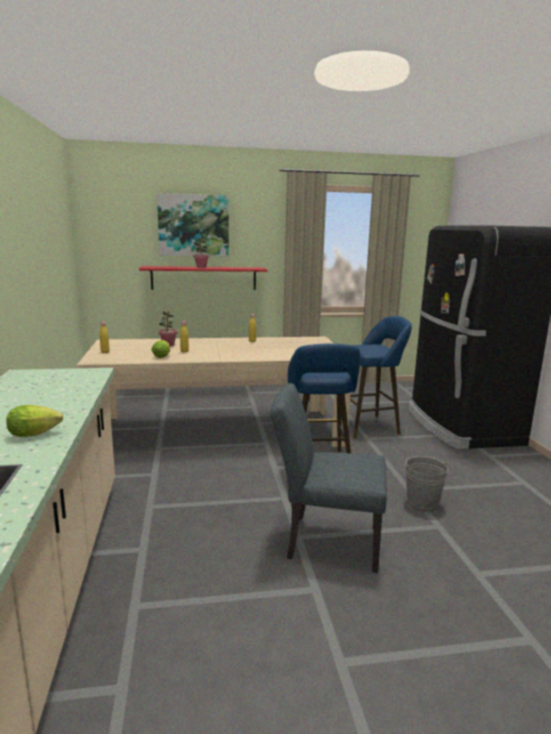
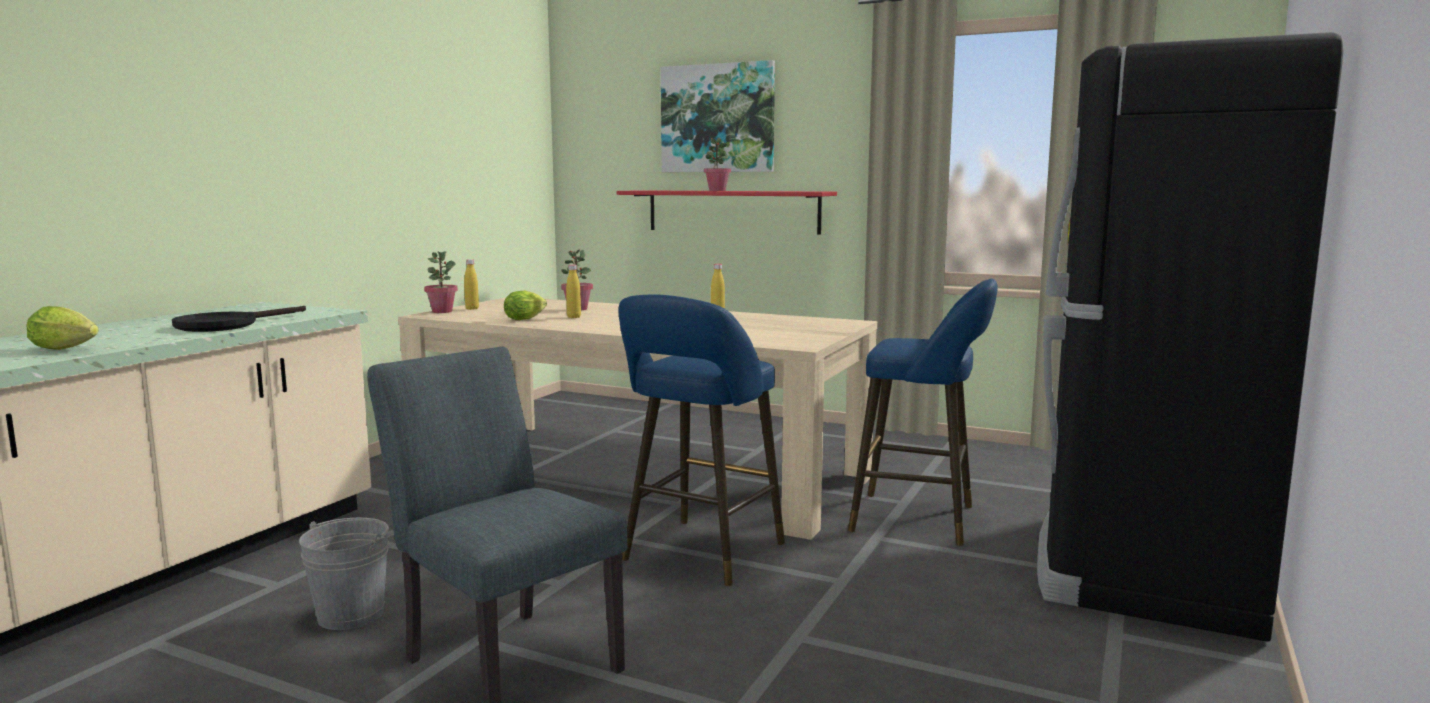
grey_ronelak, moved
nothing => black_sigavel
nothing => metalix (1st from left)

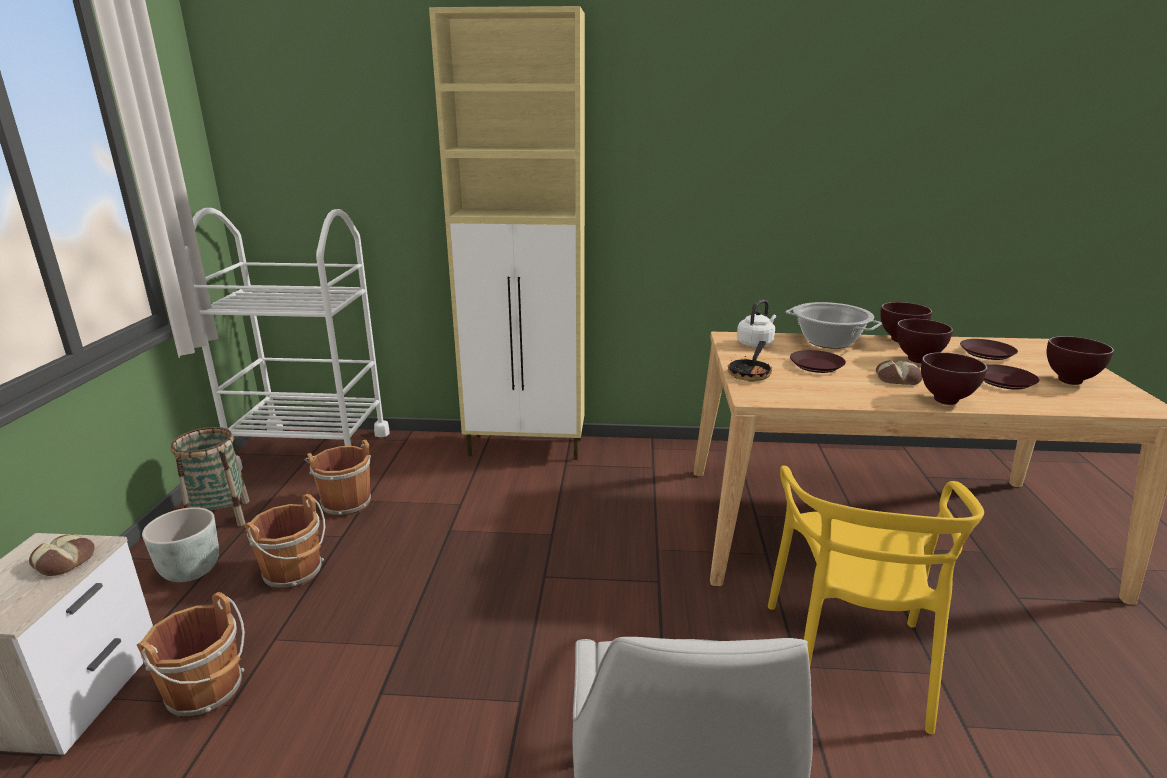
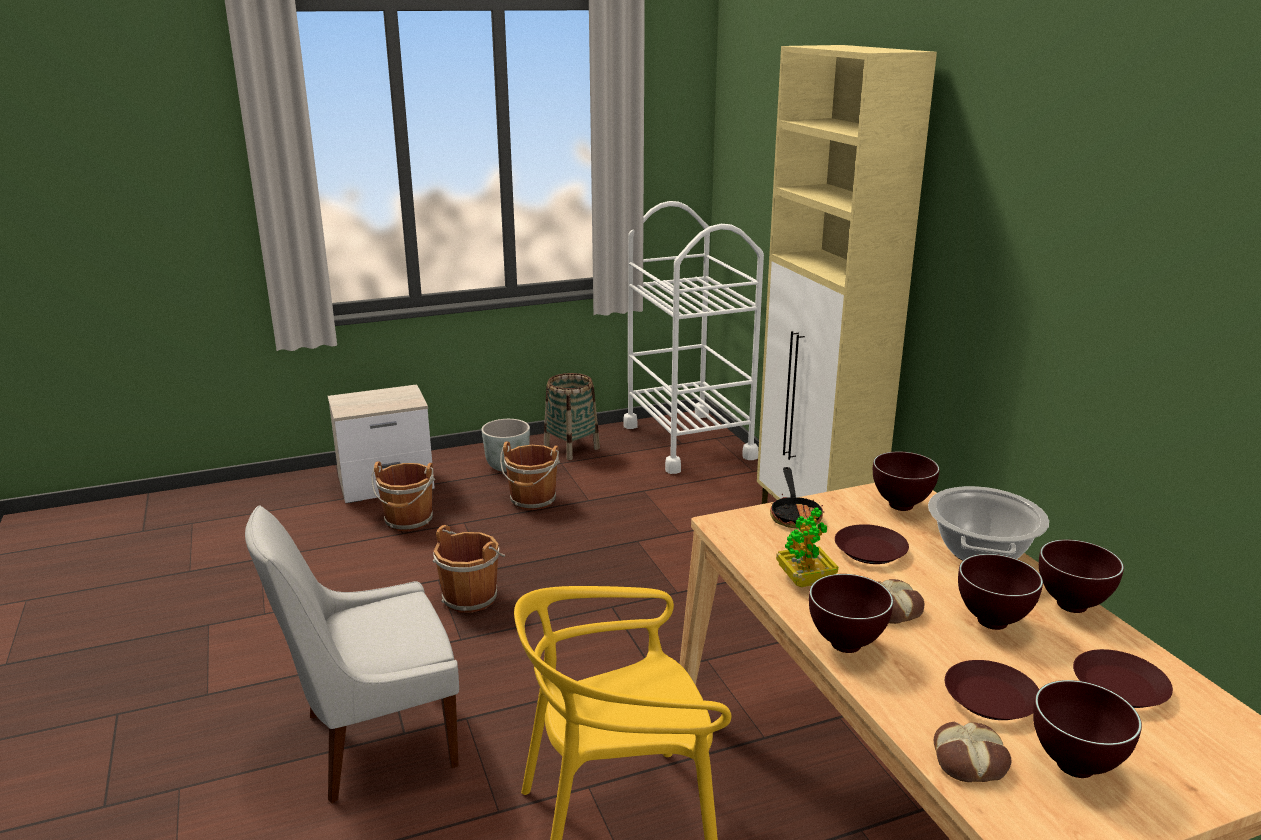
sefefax (1st from left in the first image) => sefefax (2nd from left), moved
brown_ronelak (3rd from left in the first image) => brown_ronelak (2nd from left), moved
sigavel, 90 degrees counterclockwise
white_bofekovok => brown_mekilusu (2nd from left)
nothing => metalix

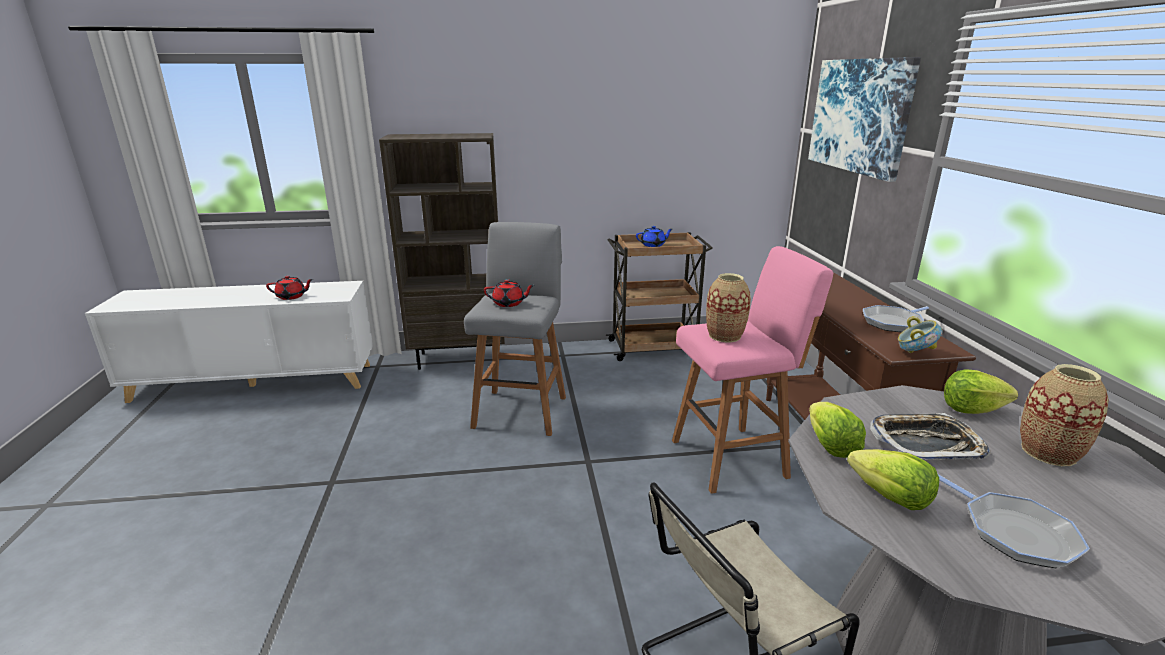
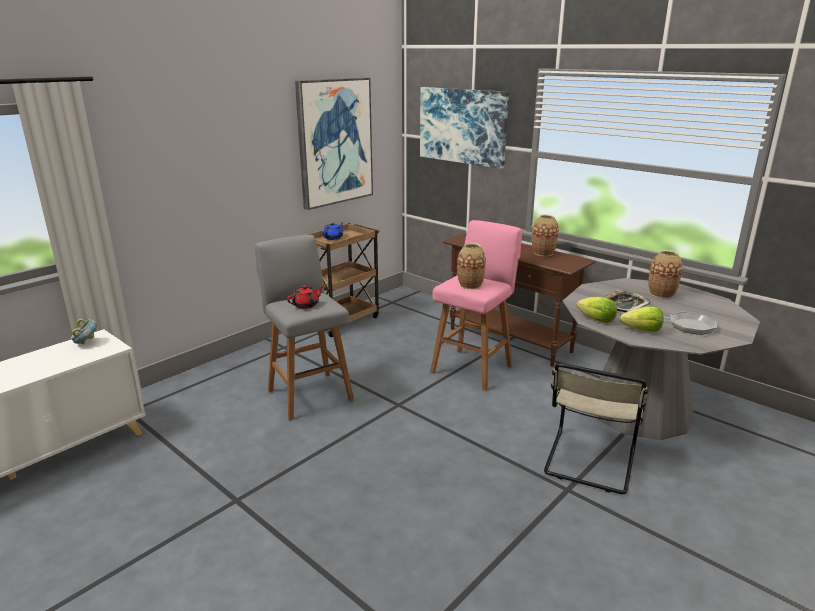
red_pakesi (1st from left) => nothing
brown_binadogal => nothing
sigavel (1st from left) => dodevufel (2nd from left)
mekilusu, moved
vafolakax (3rd from left) => nothing
nothing => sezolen (1st from left)

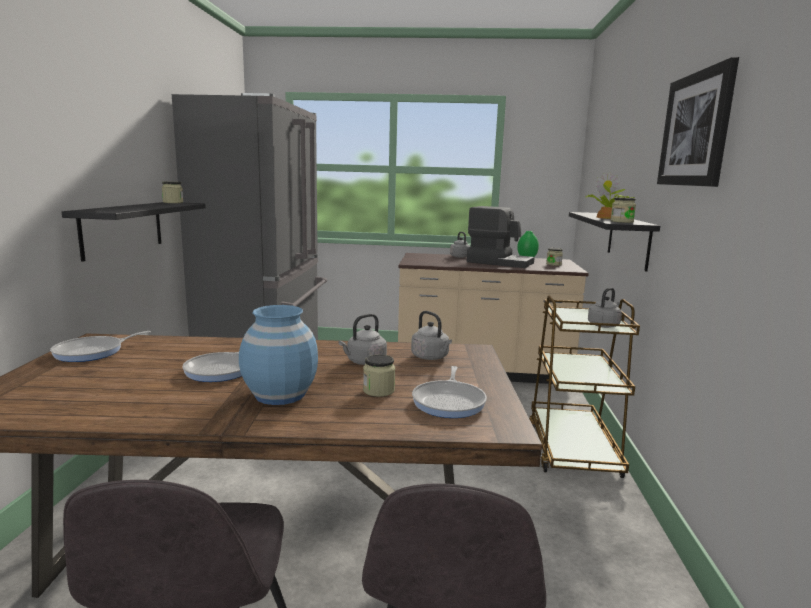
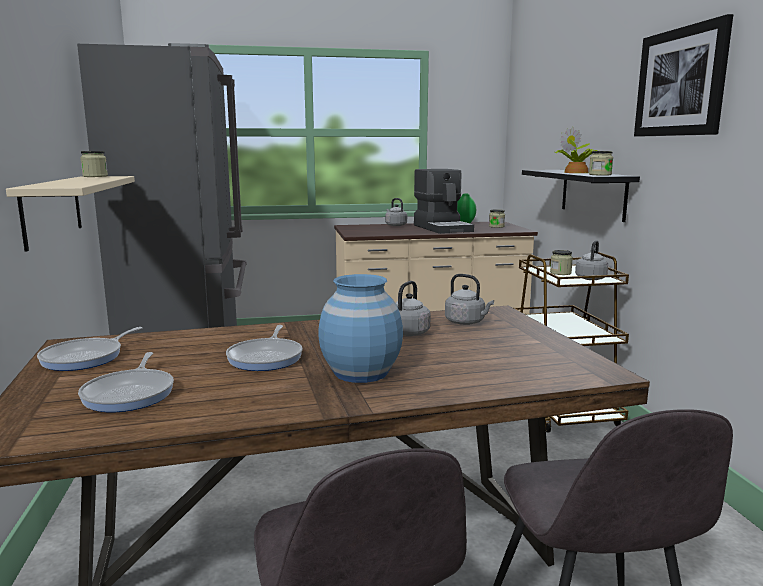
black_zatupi (1st from left) => beige_zatupi
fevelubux (2nd from left in the first image) => fevelubux (3rd from left), moved
sigavel (3rd from left in the first image) => sigavel (2nd from left), moved
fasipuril, 60 degrees clockwise

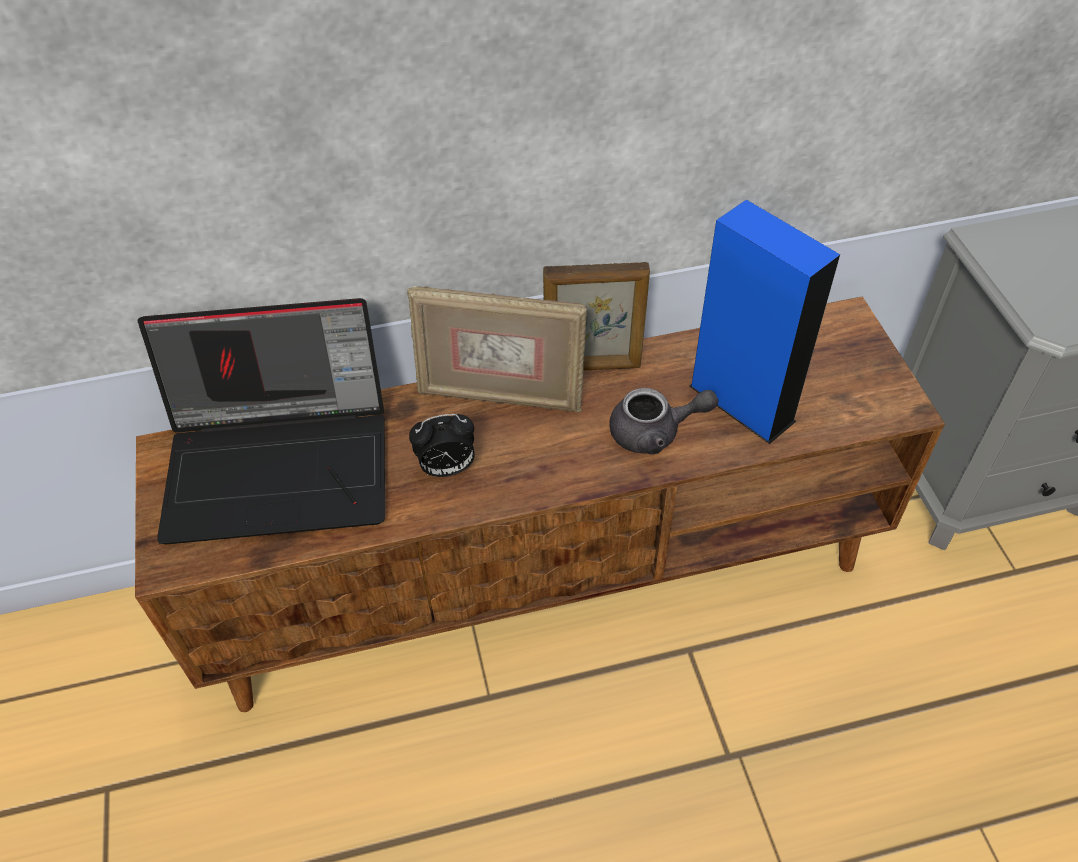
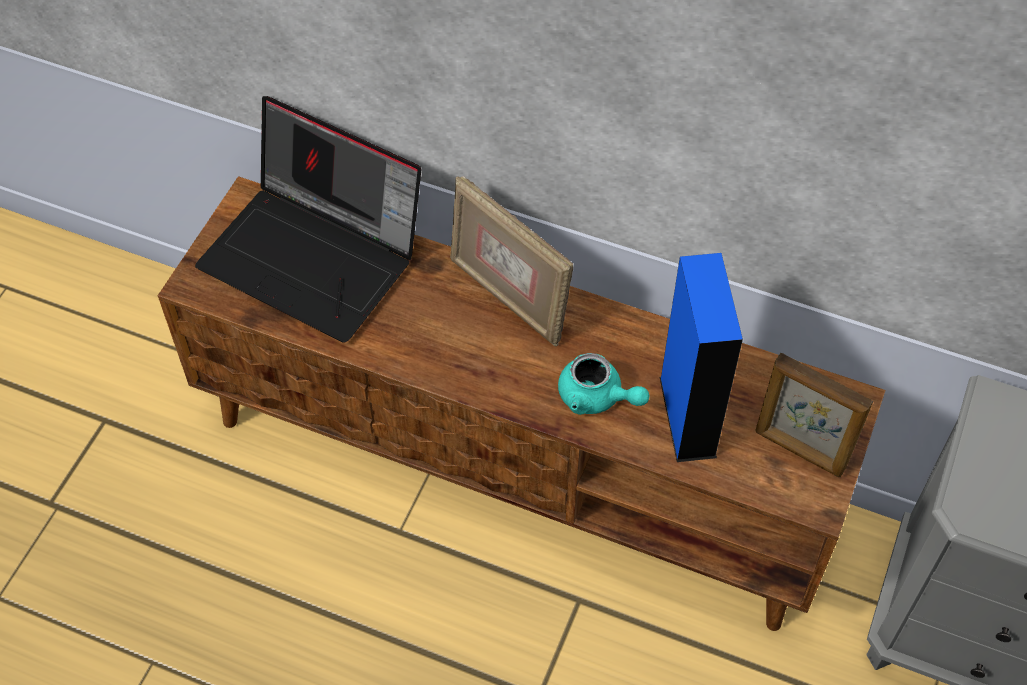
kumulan => nothing
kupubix (2nd from left), moved
grey_pakesi => turquoise_pakesi

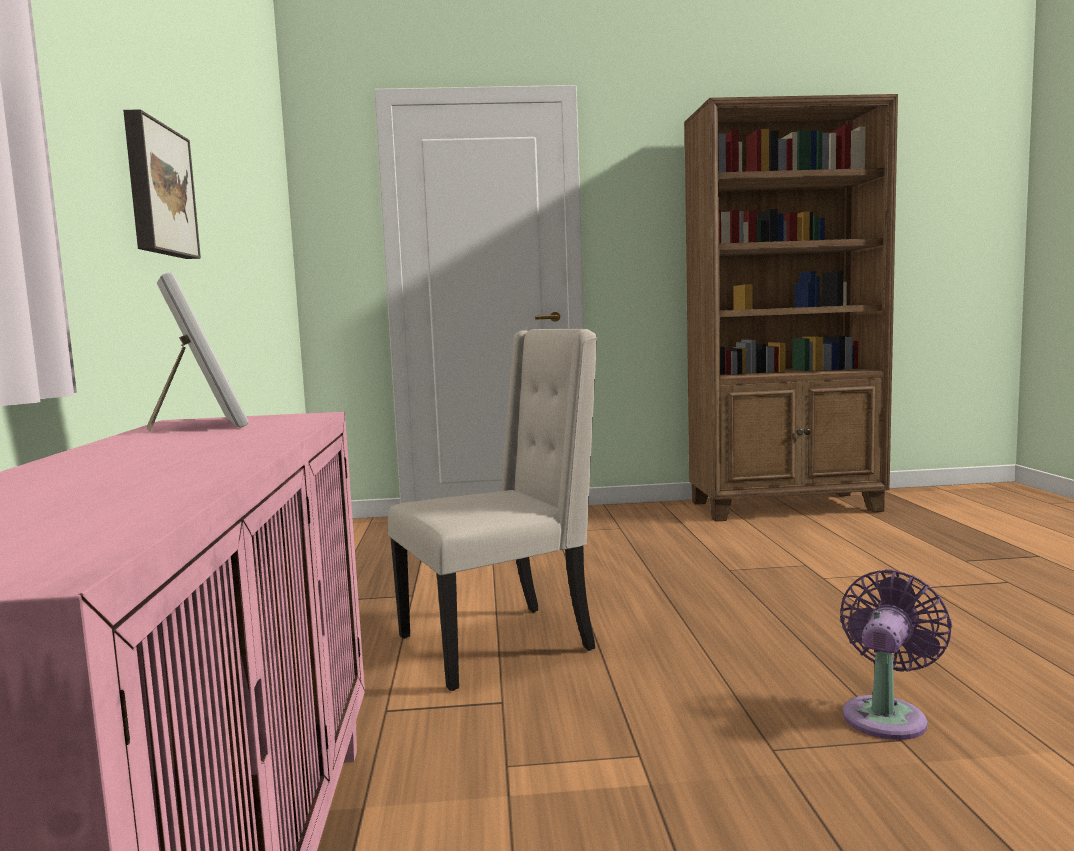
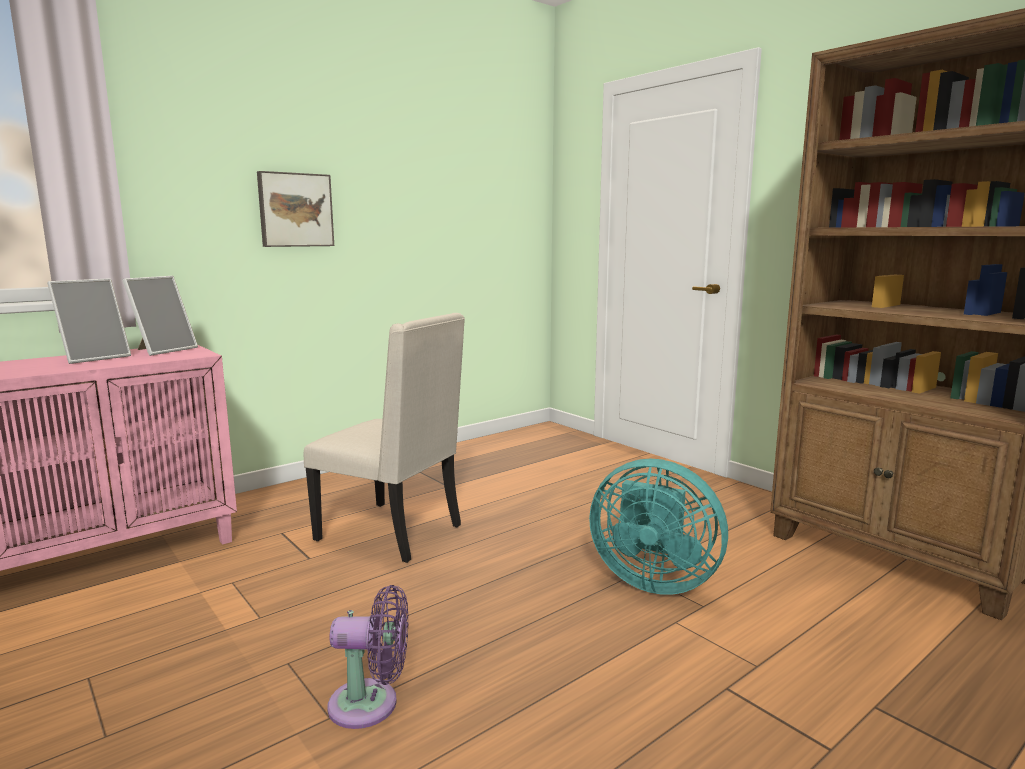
nothing => kupubix (1st from left)
nothing => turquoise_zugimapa

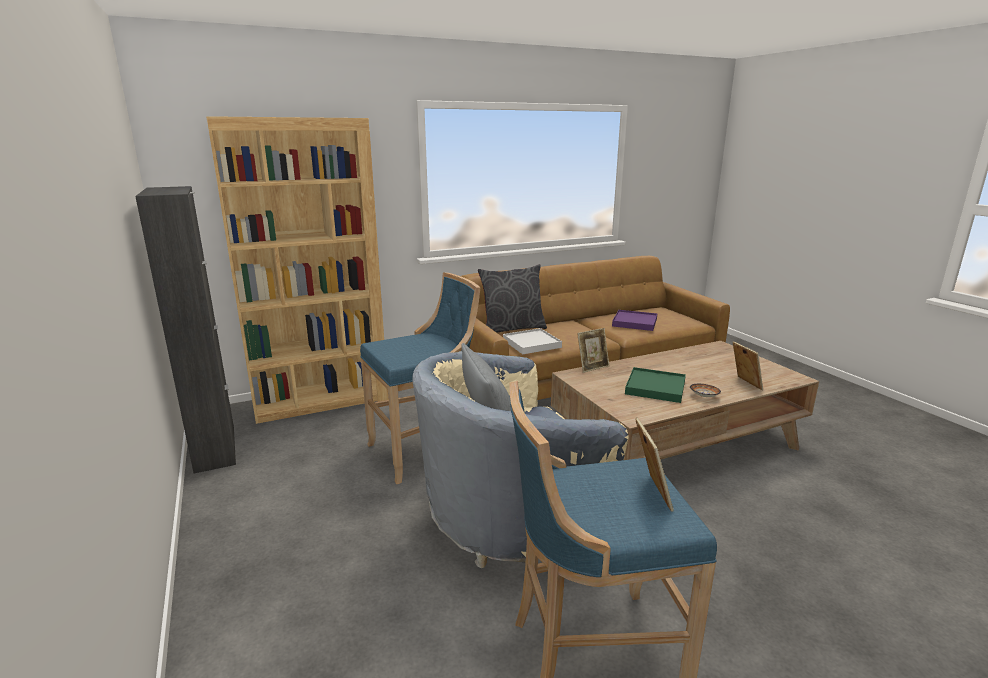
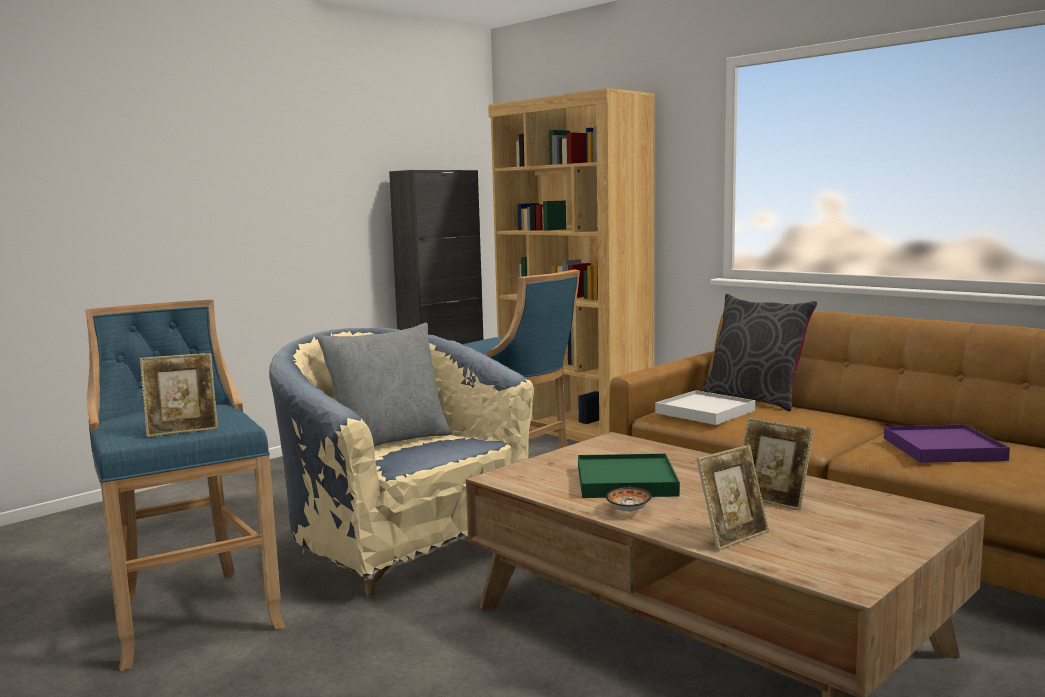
kupubix (1st from left in the first image) => kupubix (3rd from left), moved

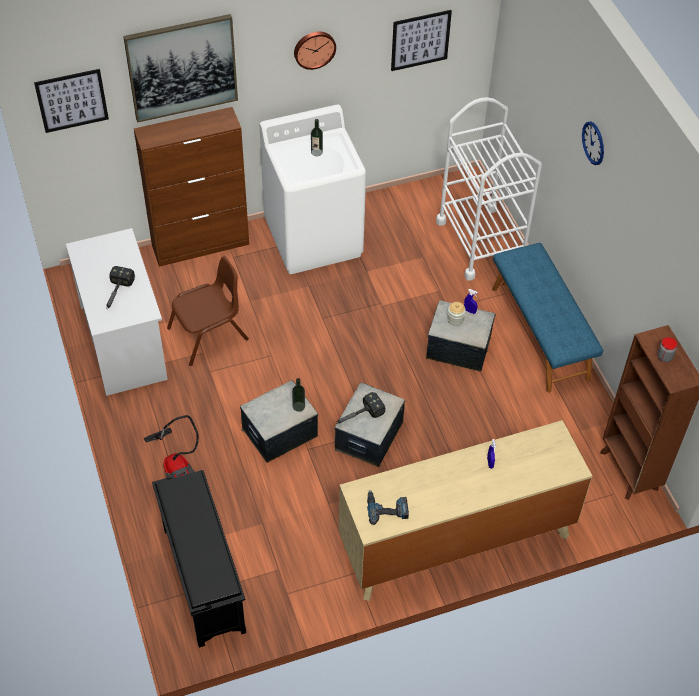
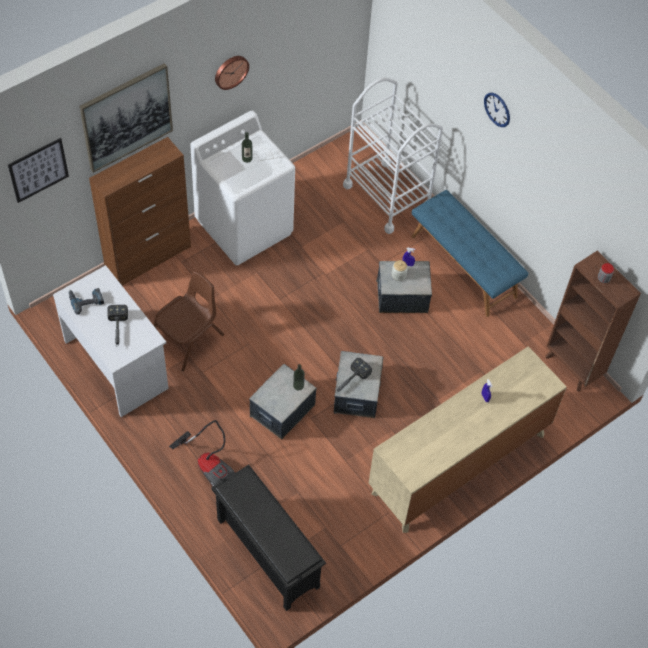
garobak, moved
sezolen (3rd from left) => nothing

